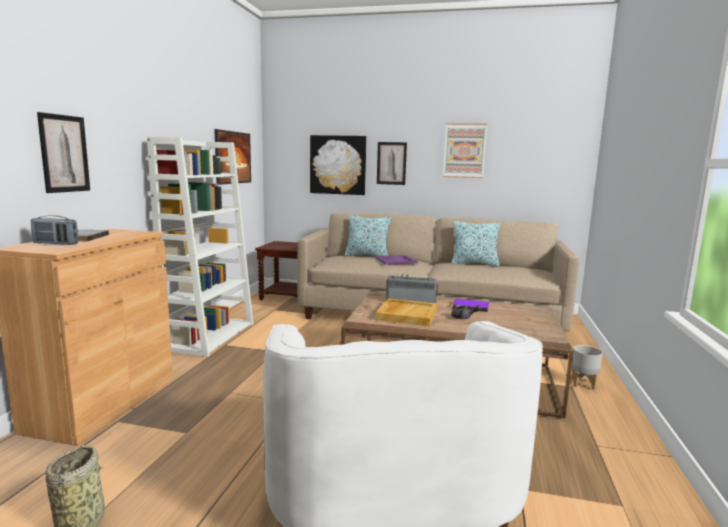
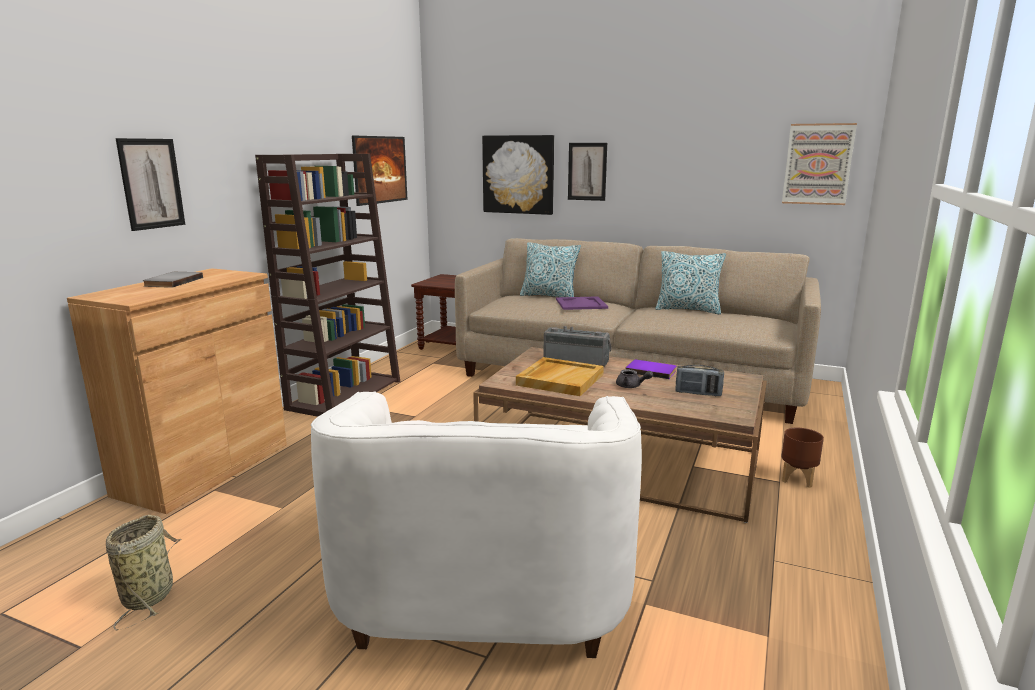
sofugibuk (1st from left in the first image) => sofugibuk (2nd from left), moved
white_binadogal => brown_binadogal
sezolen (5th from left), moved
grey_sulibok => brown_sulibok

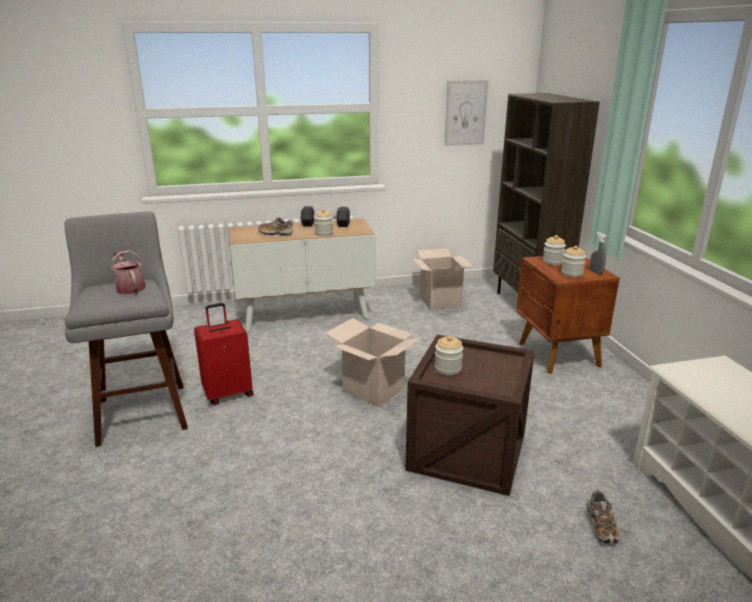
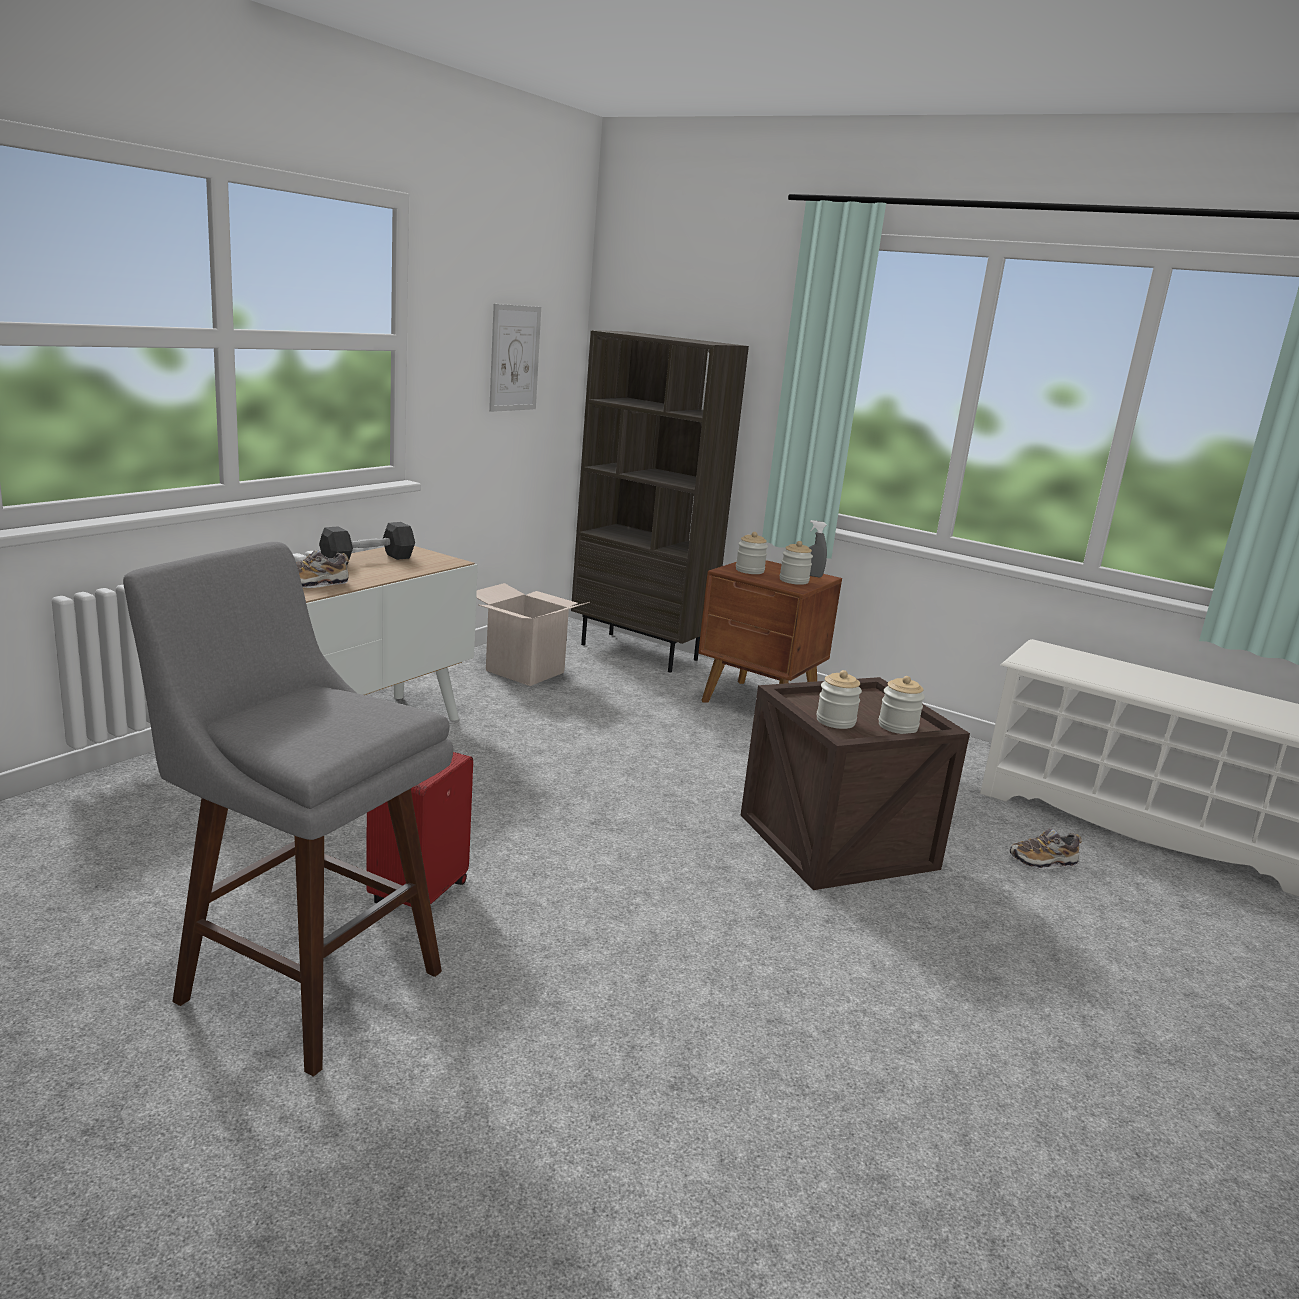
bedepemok => nothing
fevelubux (1st from left in the first image) => fevelubux (4th from left), moved
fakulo (1st from left) => nothing
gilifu (2nd from left), 120 degrees clockwise

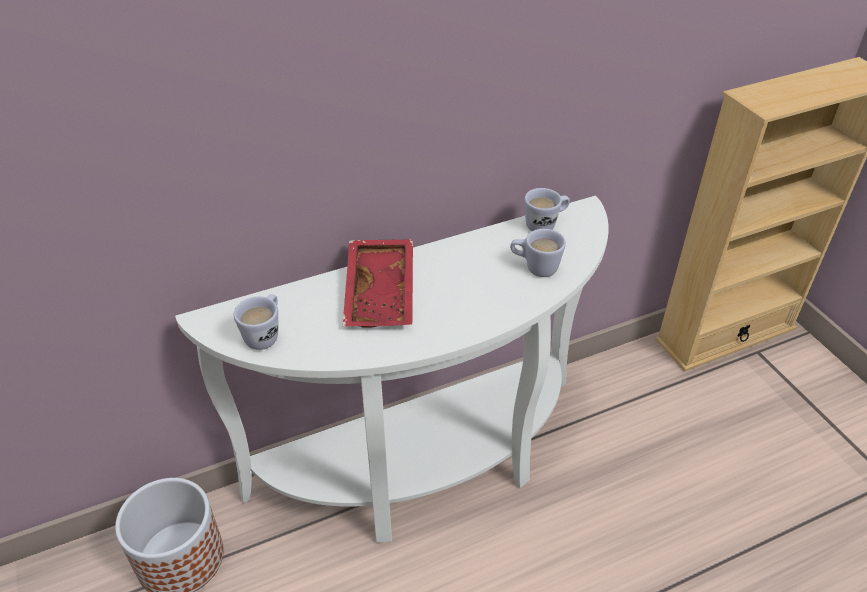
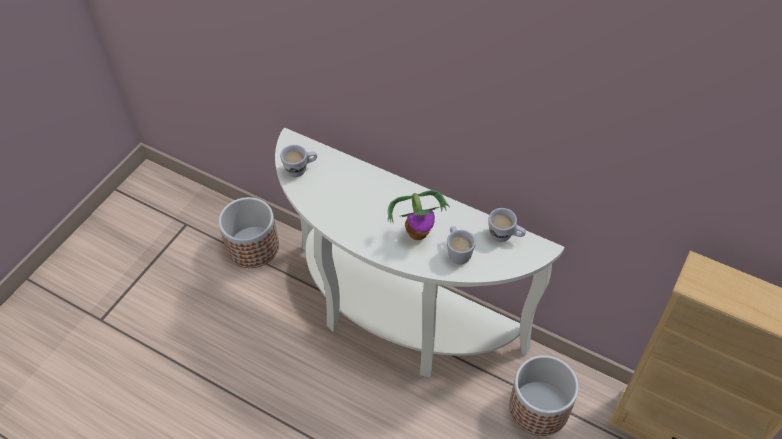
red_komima => nothing
nothing => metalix
nothing => sulibok (2nd from left)

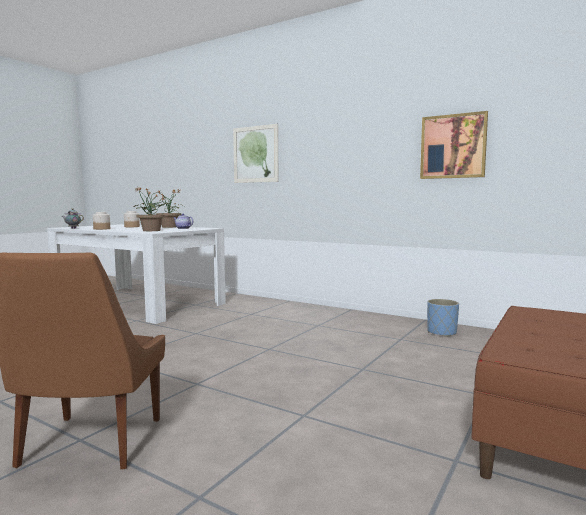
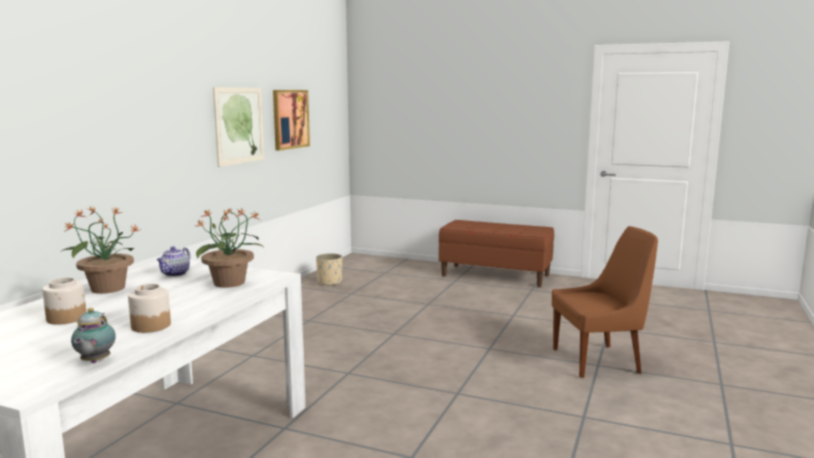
sezolen (1st from left), moved
blue_sulibok => beige_sulibok

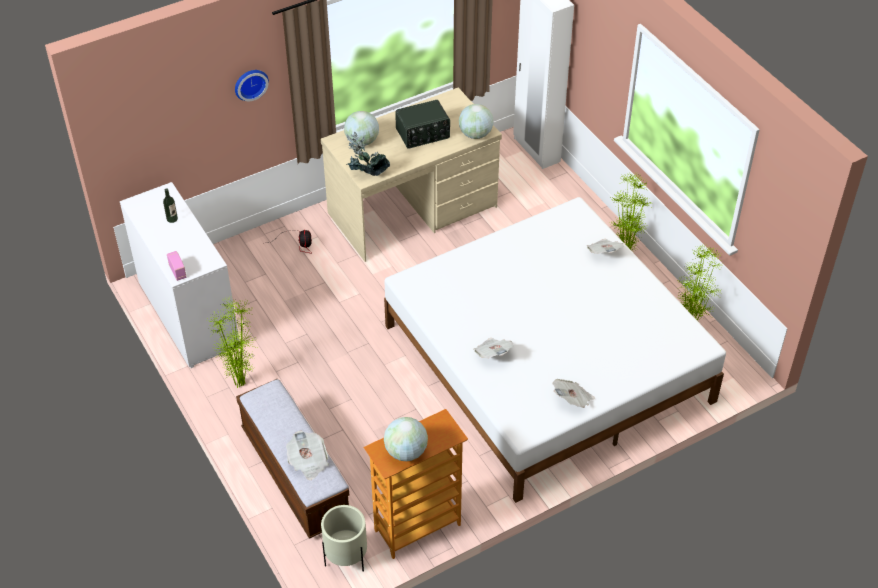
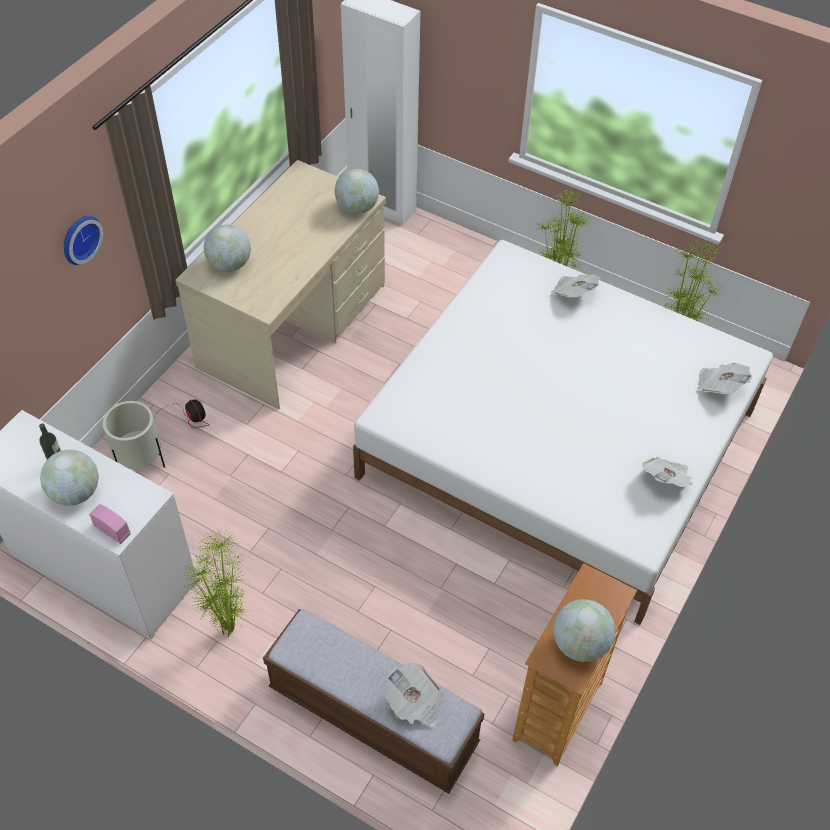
beige_sulibok, moved
metalix (2nd from left) => nothing
sofugibuk (2nd from left) => nothing
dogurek (2nd from left in the first image) => dogurek (4th from left), moved
nothing => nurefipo (1st from left)

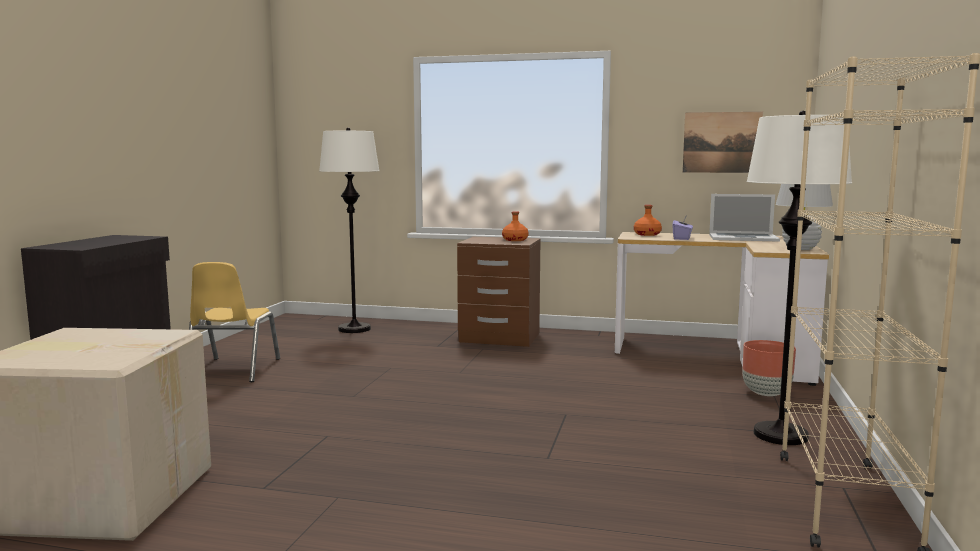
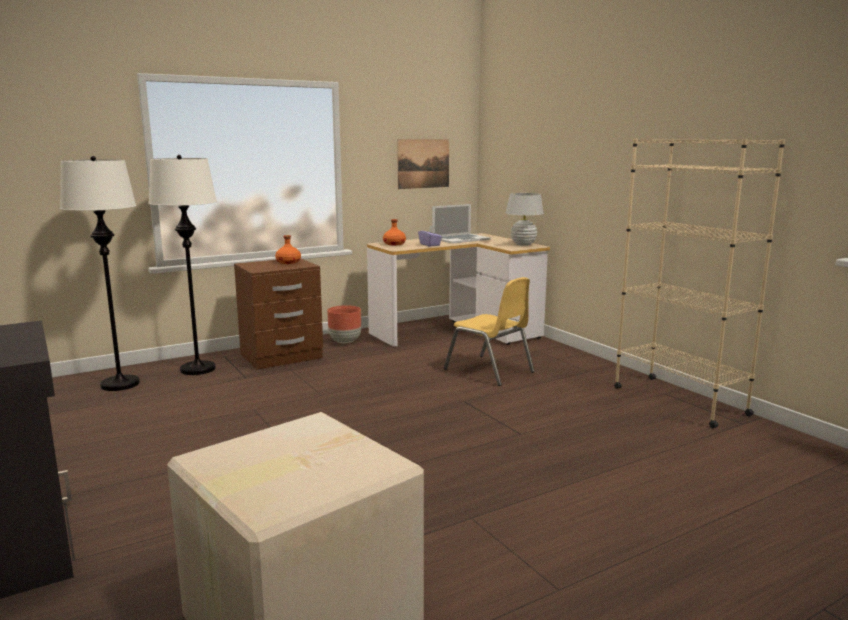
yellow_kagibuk, moved
brown_sulibok, moved
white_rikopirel (2nd from left), moved

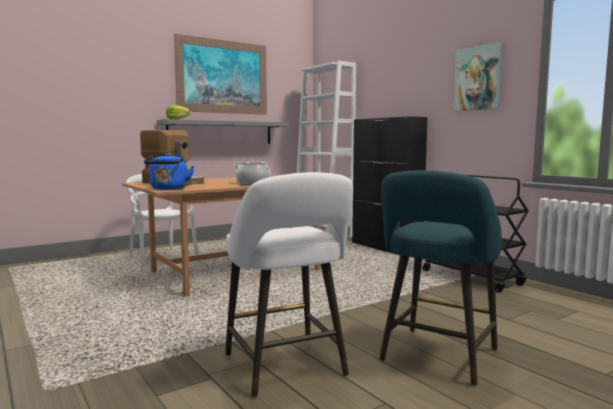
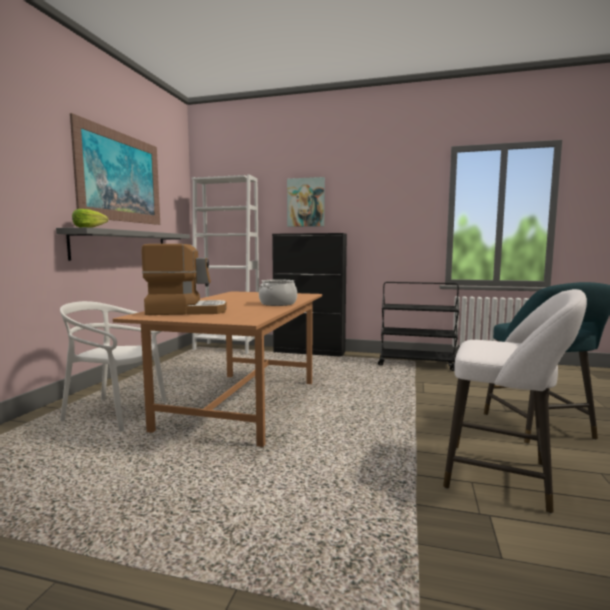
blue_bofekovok => nothing
sezolen (2nd from left), moved

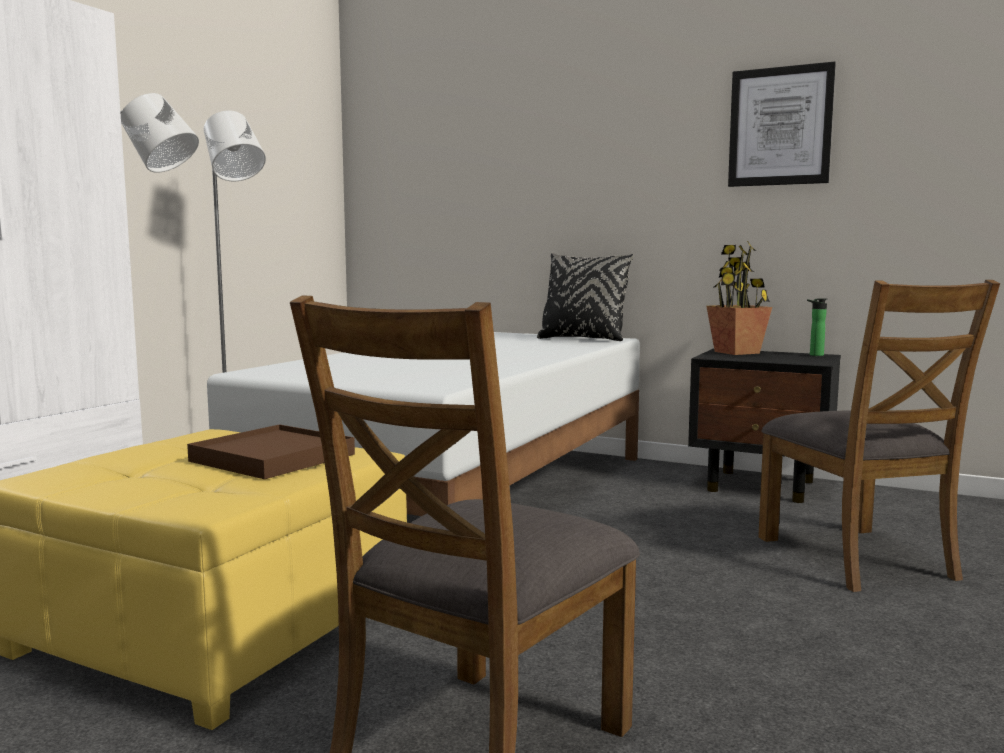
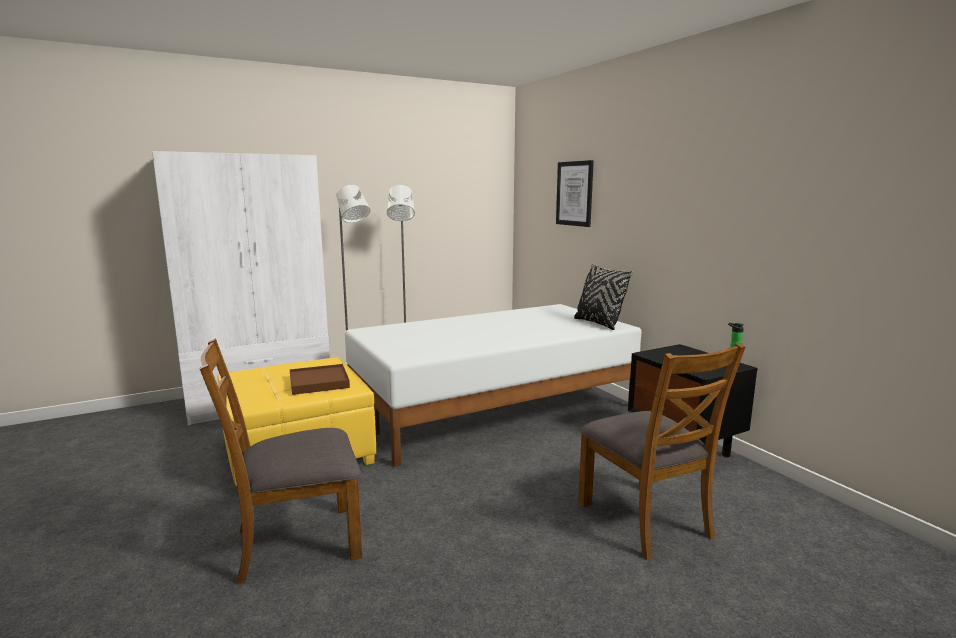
metalix => nothing
sezolen, moved
brown_kagibuk (2nd from left), 45 degrees counterclockwise

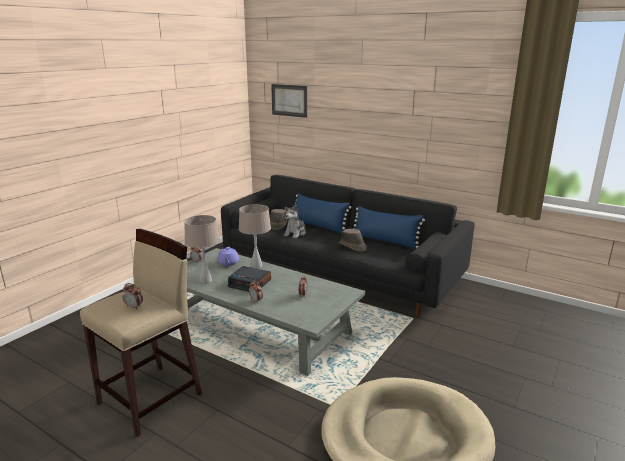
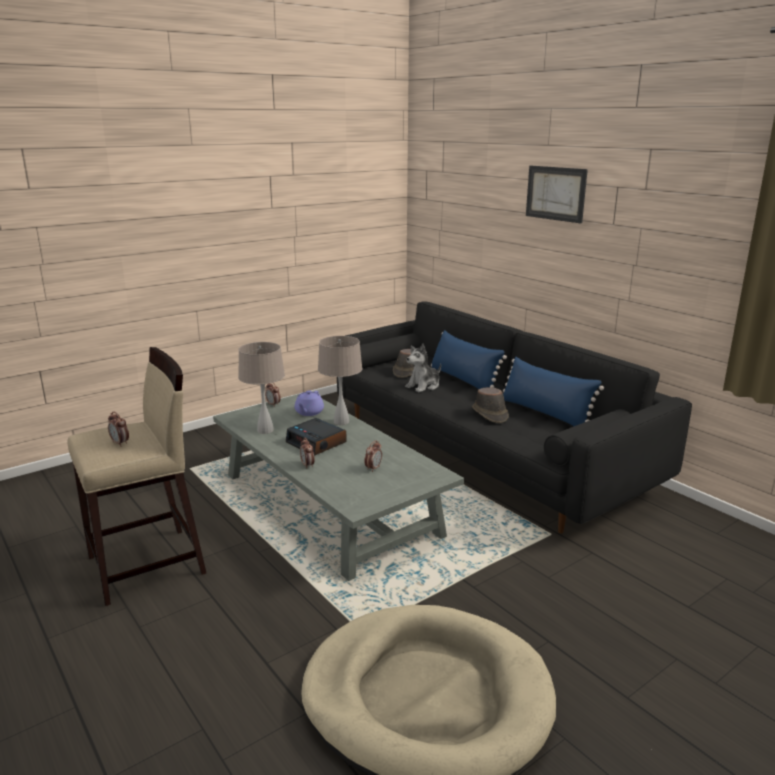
sezolen, moved

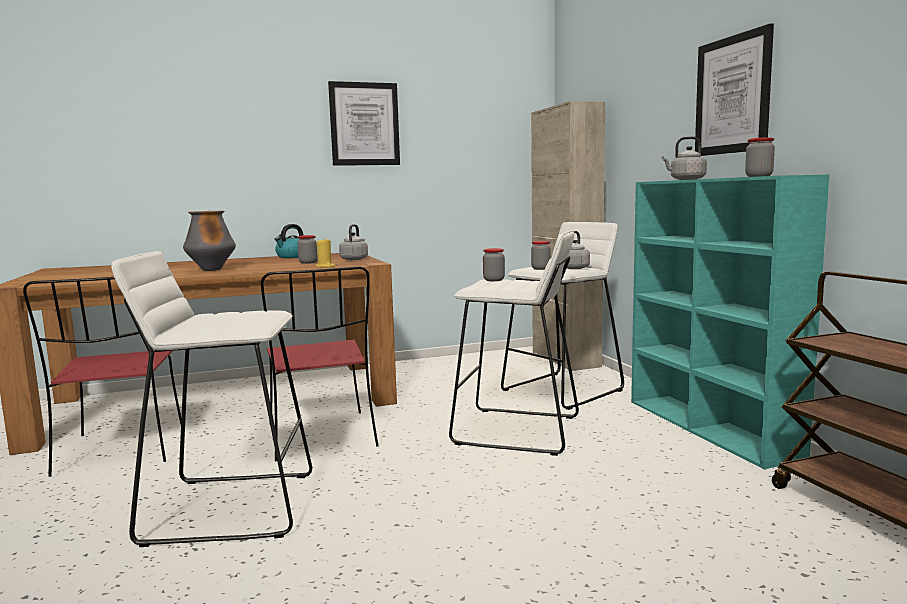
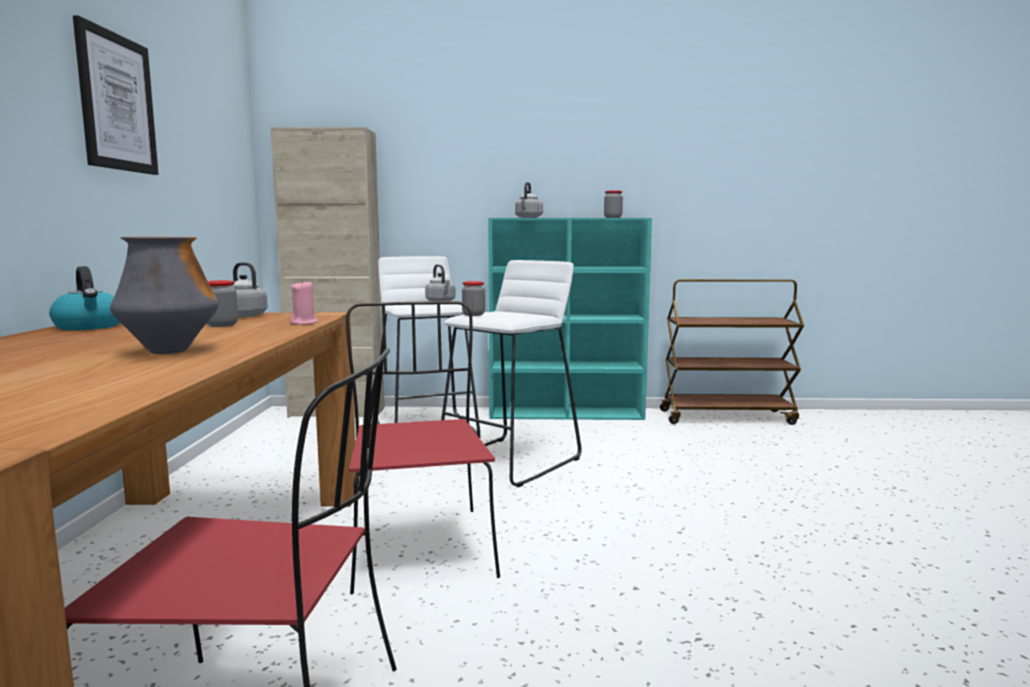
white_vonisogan (1st from left) => nothing
red_kagibuk (2nd from left), 105 degrees counterclockwise
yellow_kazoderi => pink_kazoderi
fevelubux (3rd from left) => nothing
sezolen (2nd from left) => nothing

